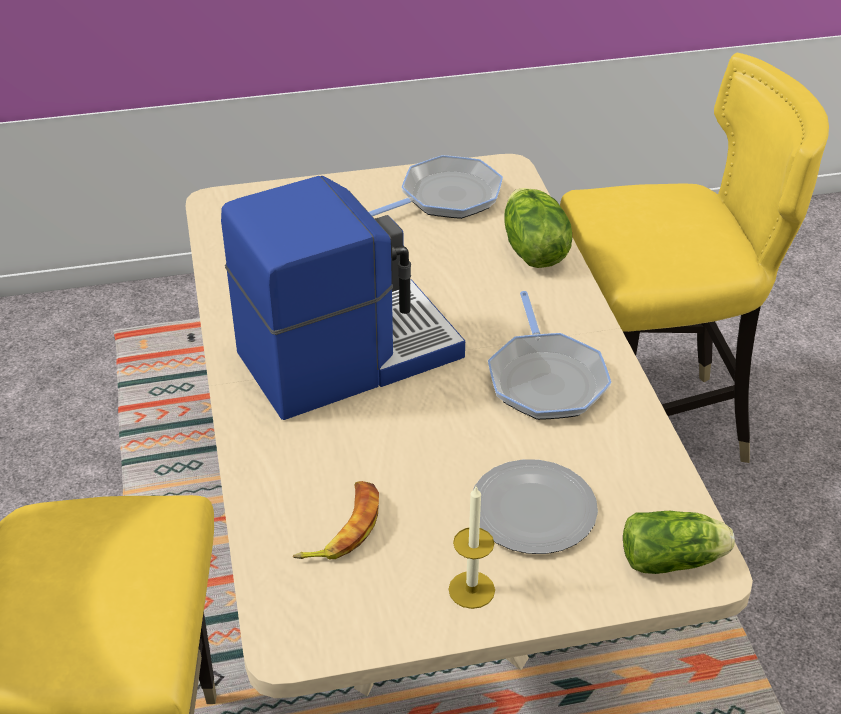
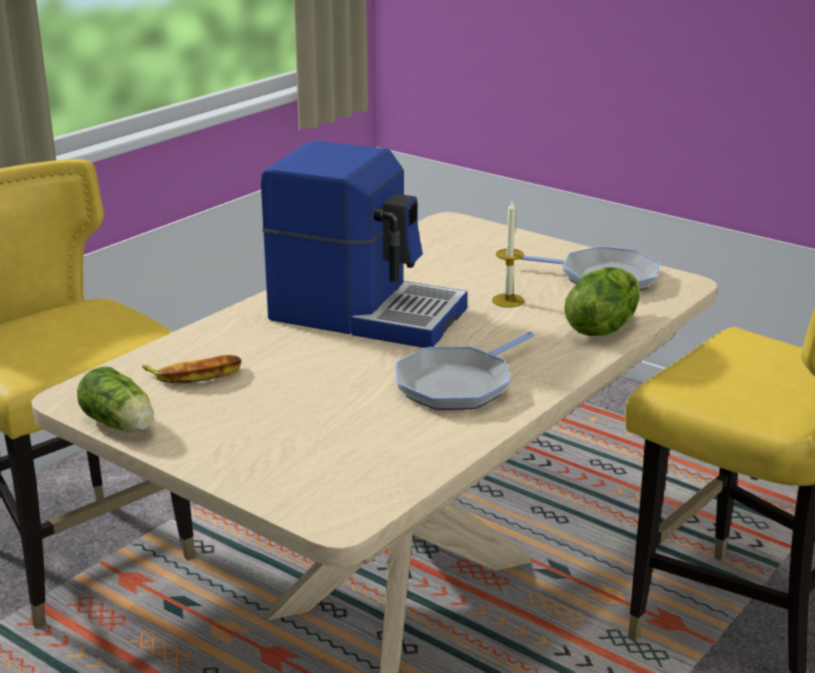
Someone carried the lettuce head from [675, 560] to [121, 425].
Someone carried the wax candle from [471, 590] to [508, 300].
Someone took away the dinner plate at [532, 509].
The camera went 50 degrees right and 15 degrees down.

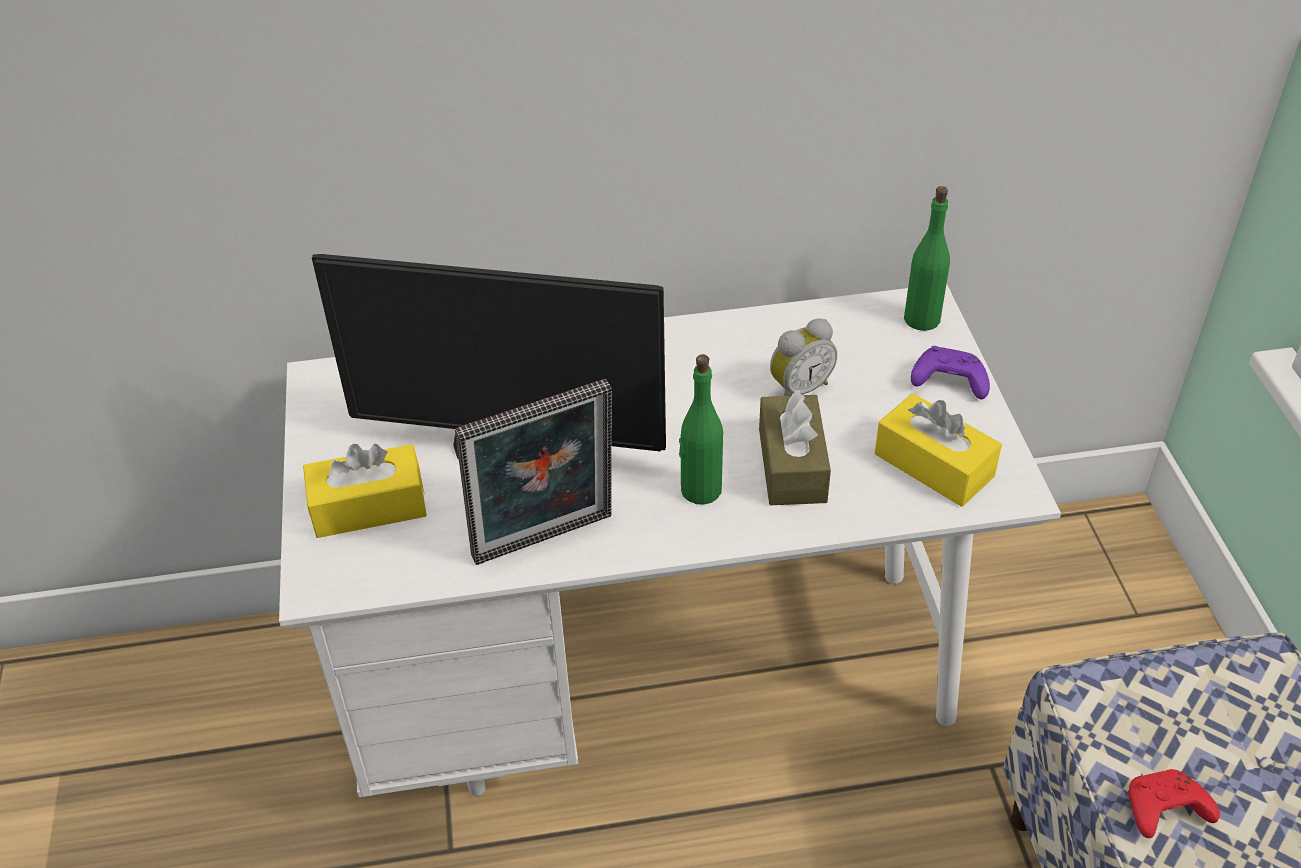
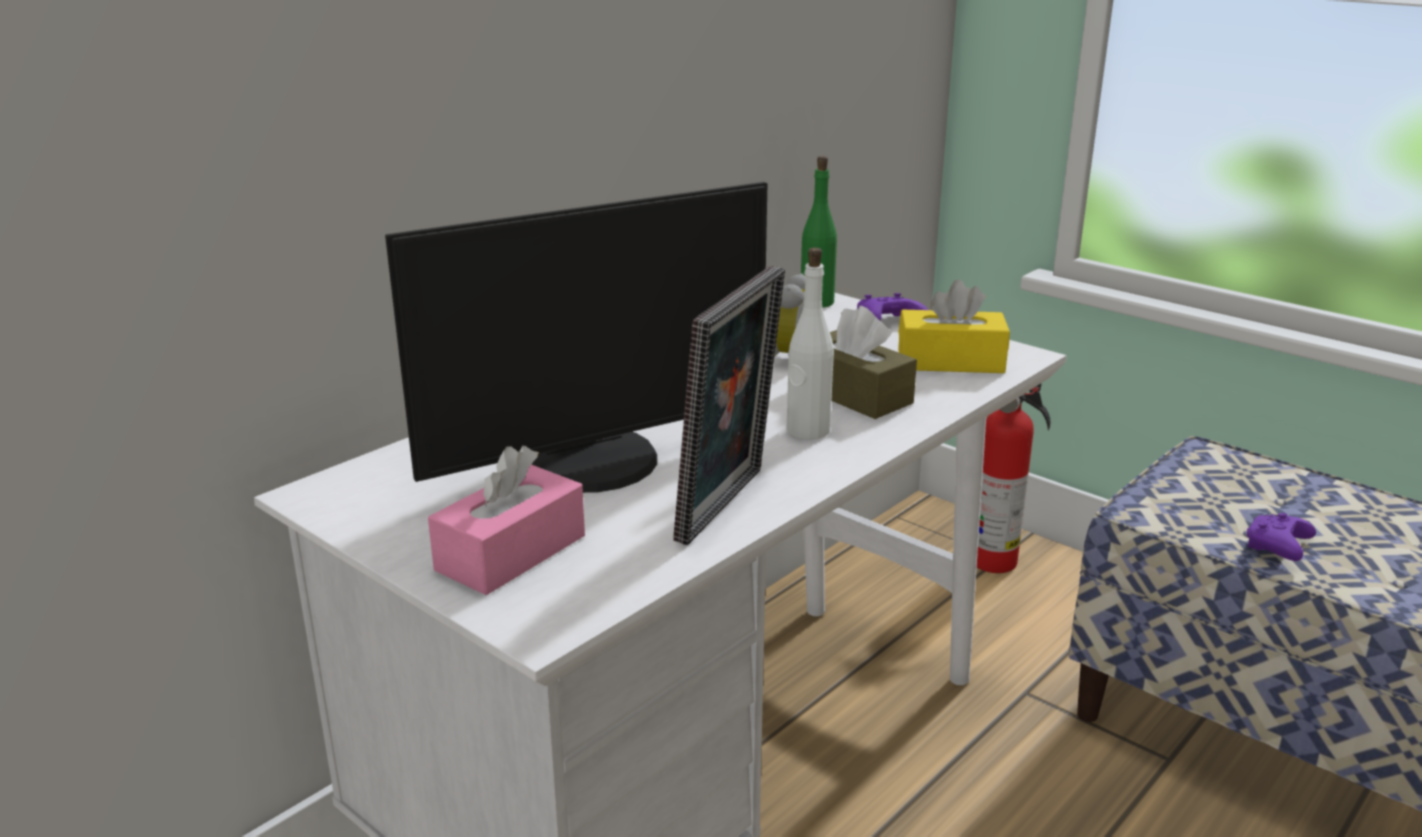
Someone repainted the yellow box of tissues at [369, 507], which became the pink-coloured box of tissues at [511, 553].
Someone repainted the greenish bottle at [700, 490], which became the white bottle at [807, 431].
Someone put down the fire extinguisher at [997, 561].
Someone repainted the red-coloured gamepad at [1163, 811], which became the purplish gamepad at [1277, 548].
The camera went 40 degrees left and 20 degrees down.

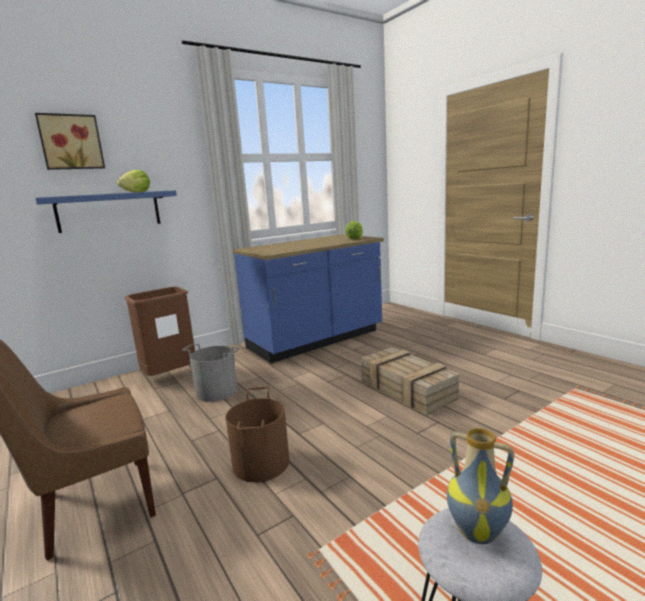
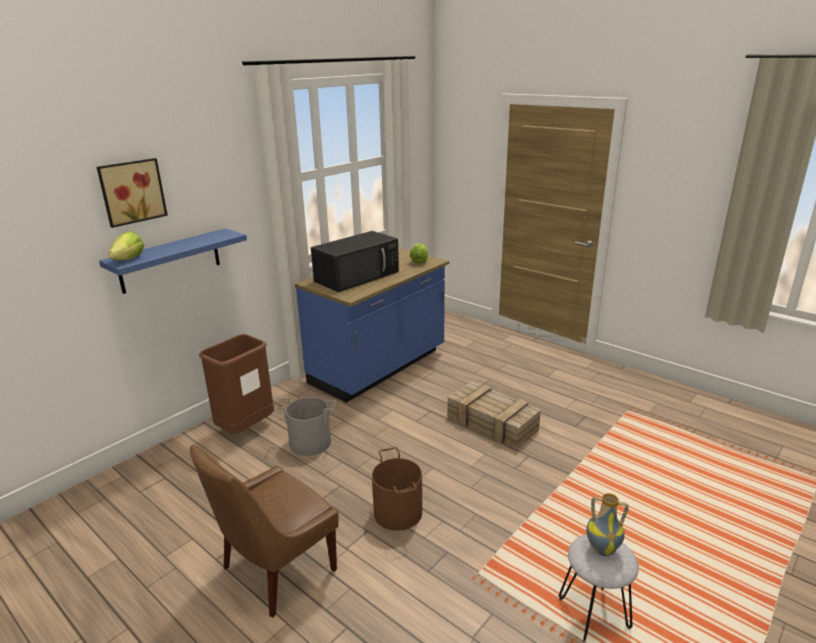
Someone carried the lettuce head from [136, 192] to [129, 259].
Someone put down the blackish microwave at [357, 276].
The camera went 15 degrees left and 10 degrees up.

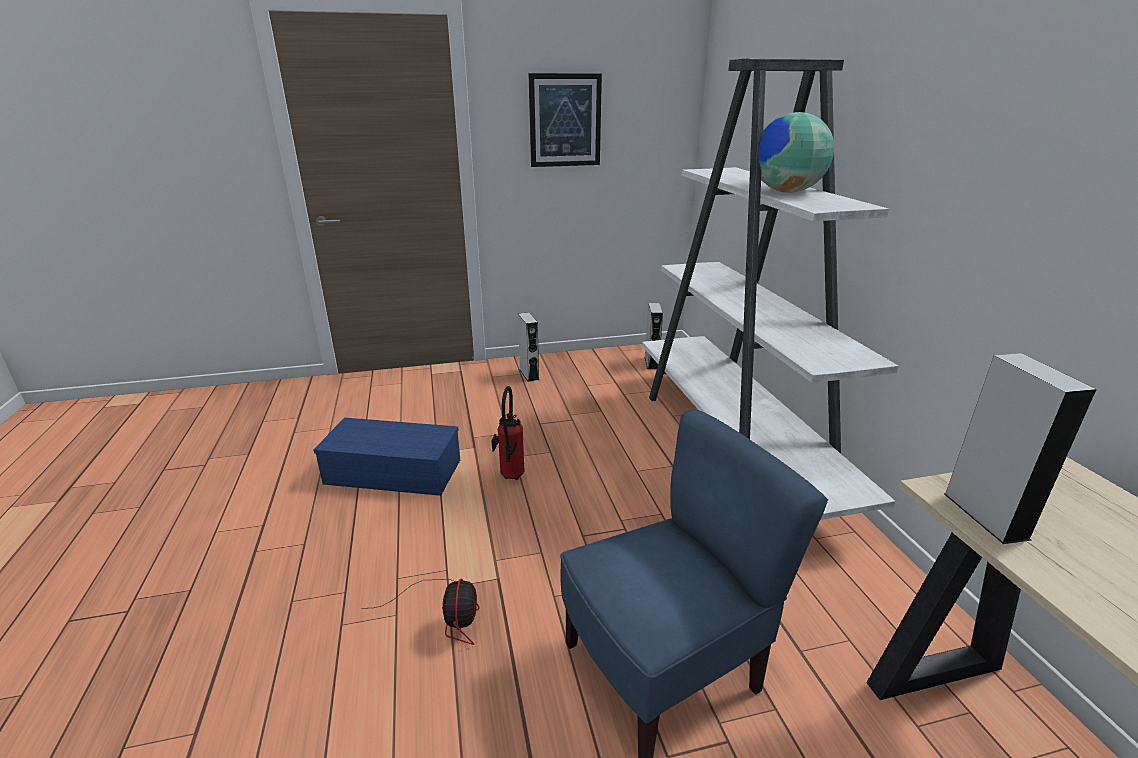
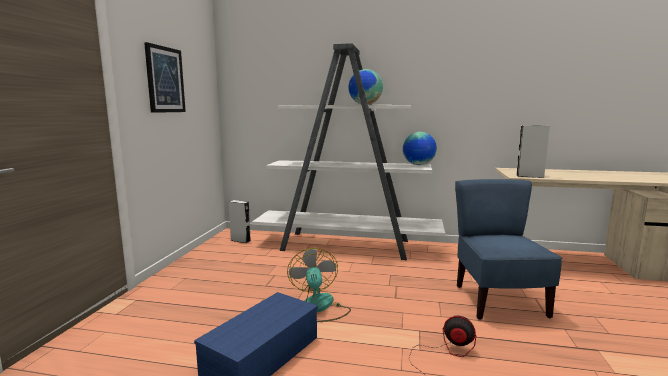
Someone swapped the fire extinguisher at [510, 478] for the electric fan at [320, 308].
Someone put down the world globe at [419, 165].
Someone took away the grey speaker at [529, 374].
The camera went 65 degrees left and 15 degrees down.

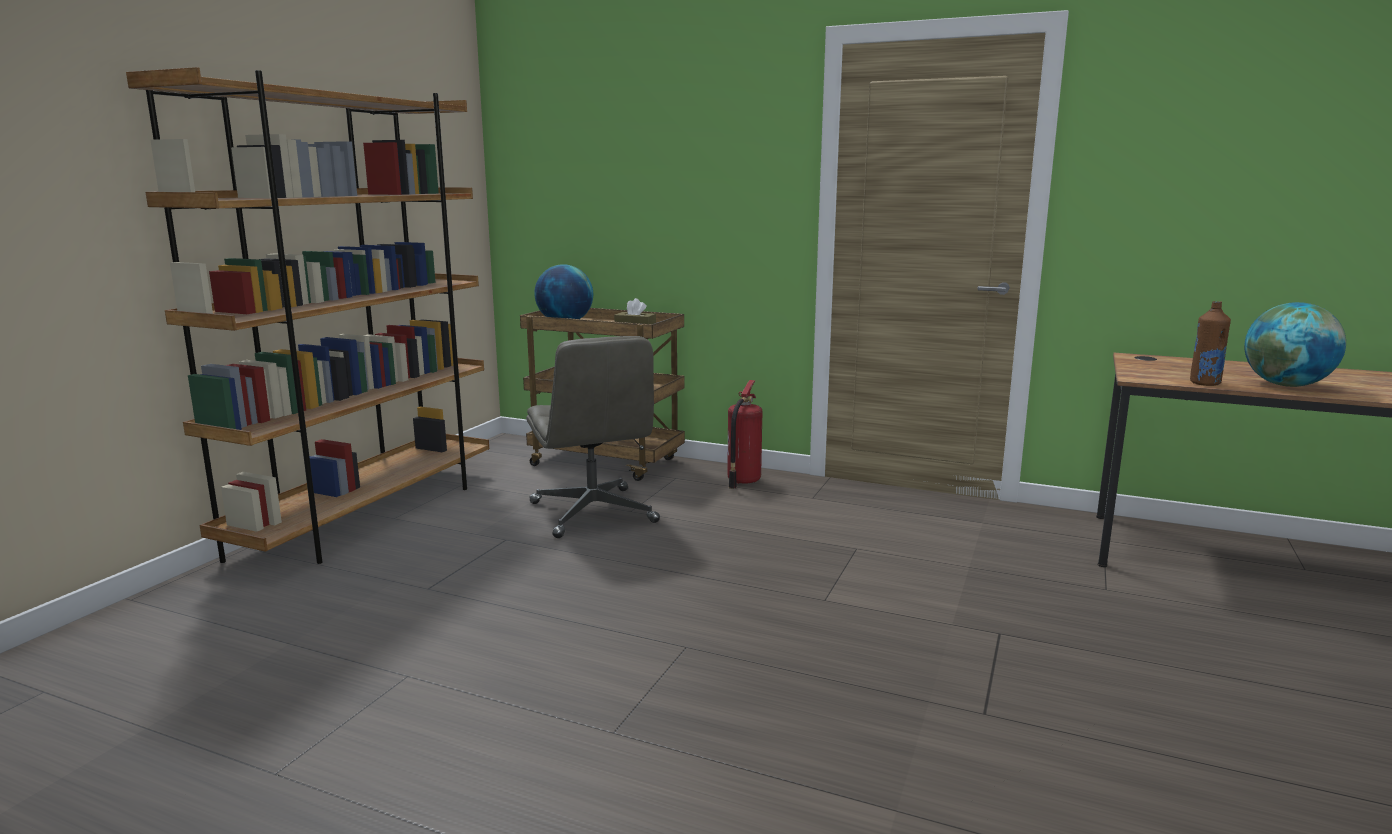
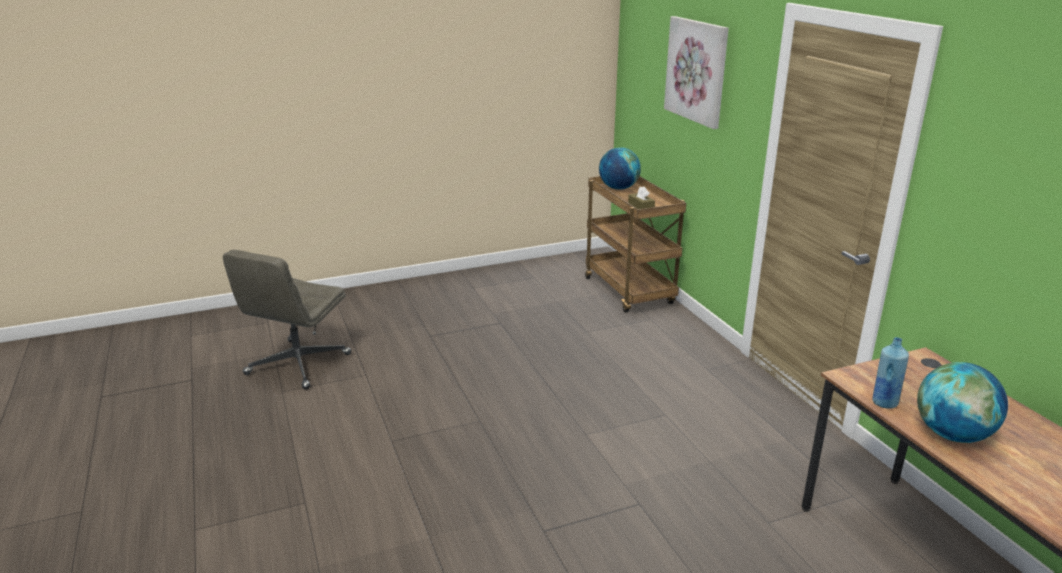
Someone carried the grey desk chair from [594, 513] to [298, 365].
Someone put up the wall picture at [697, 71].
Someone repainted the brownish bottle at [1204, 383], which became the bluish bottle at [884, 402].
Someone took away the brownish bookshelf at [368, 515].
Someone took away the fire extinguisher at [742, 481].
The camera went 45 degrees right and 10 degrees up.

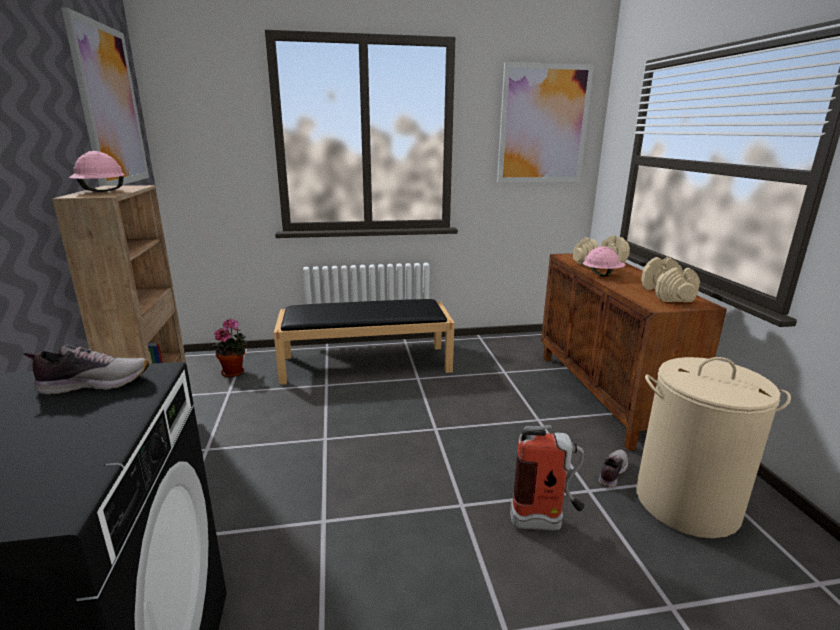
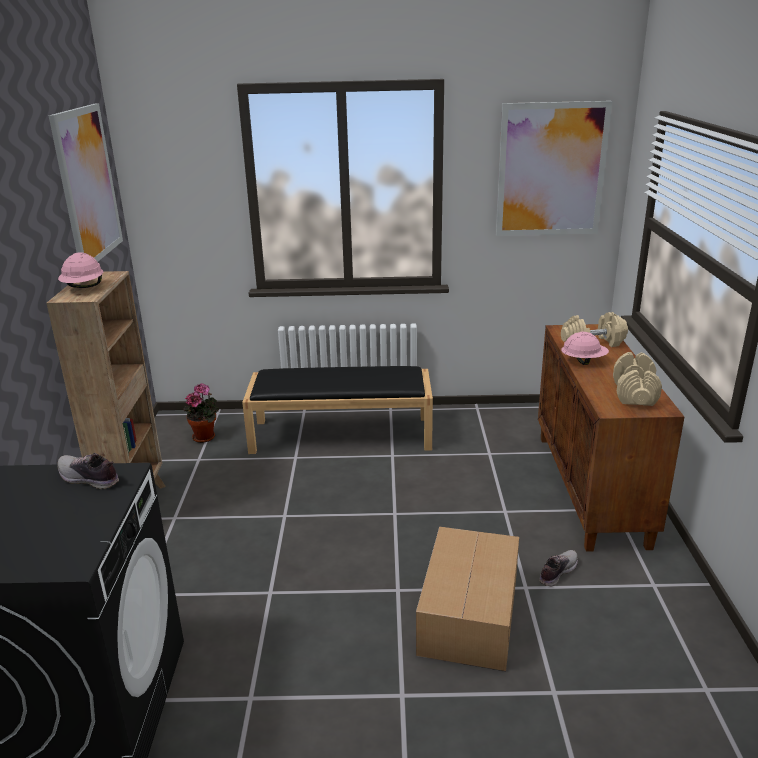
Someone rotated the shoe at [95, 383] by 150 degrees counterclockwise.
Someone swapped the fire extinguisher at [545, 523] for the packing box at [470, 613].
Someone took away the beige-coloured washing basket at [686, 503].
The camera went 10 degrees right and 5 degrees up.

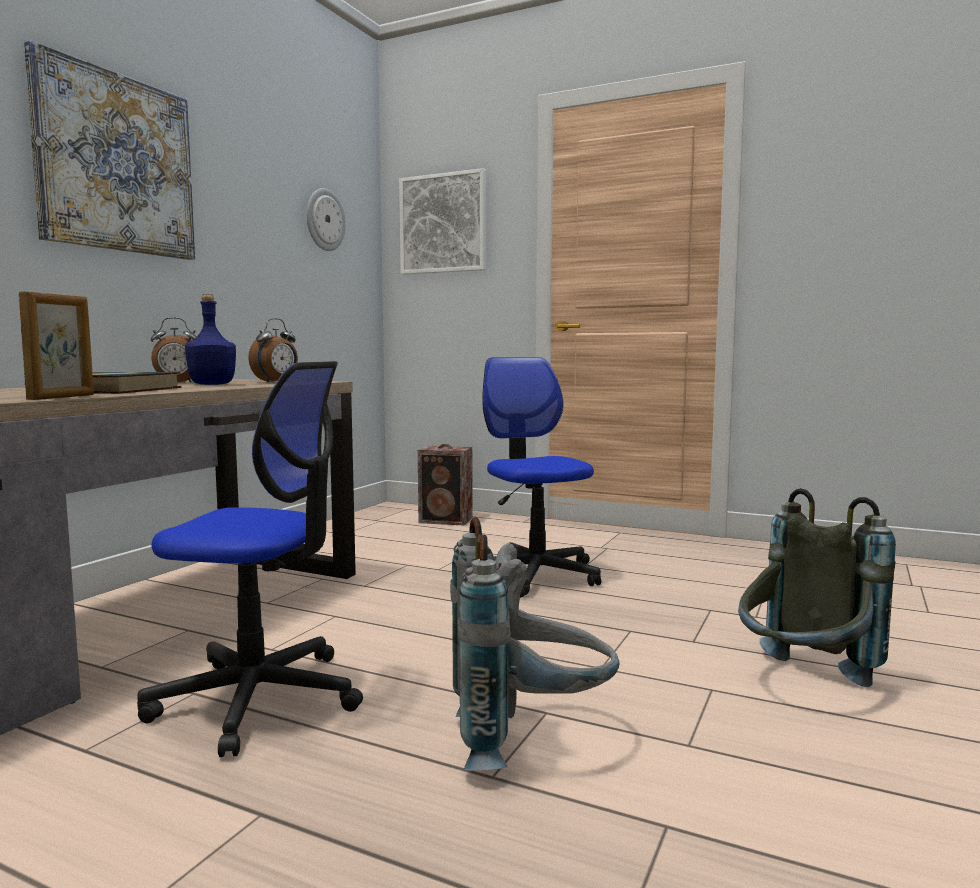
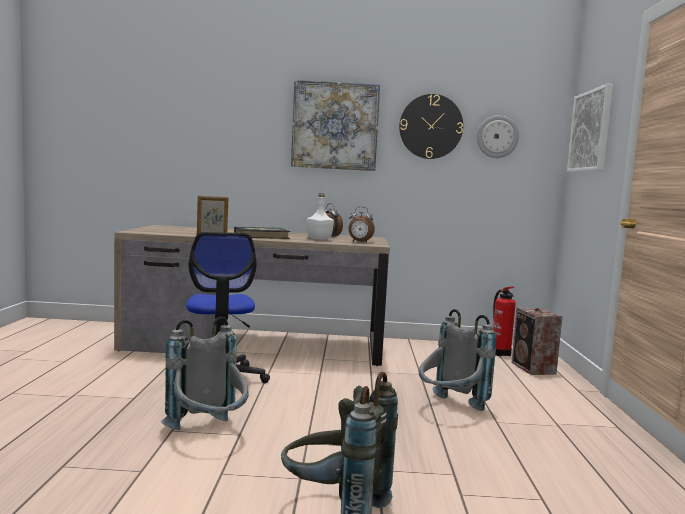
Someone repainted the bluish bottle at [212, 384], which became the white bottle at [319, 239].
Someone put up the wall clock at [430, 126].
Someone swapped the desk chair at [535, 575] for the grey backpack at [450, 409].
Someone put down the fire extinguisher at [500, 352].
The camera went 65 degrees right and 0 degrees up.

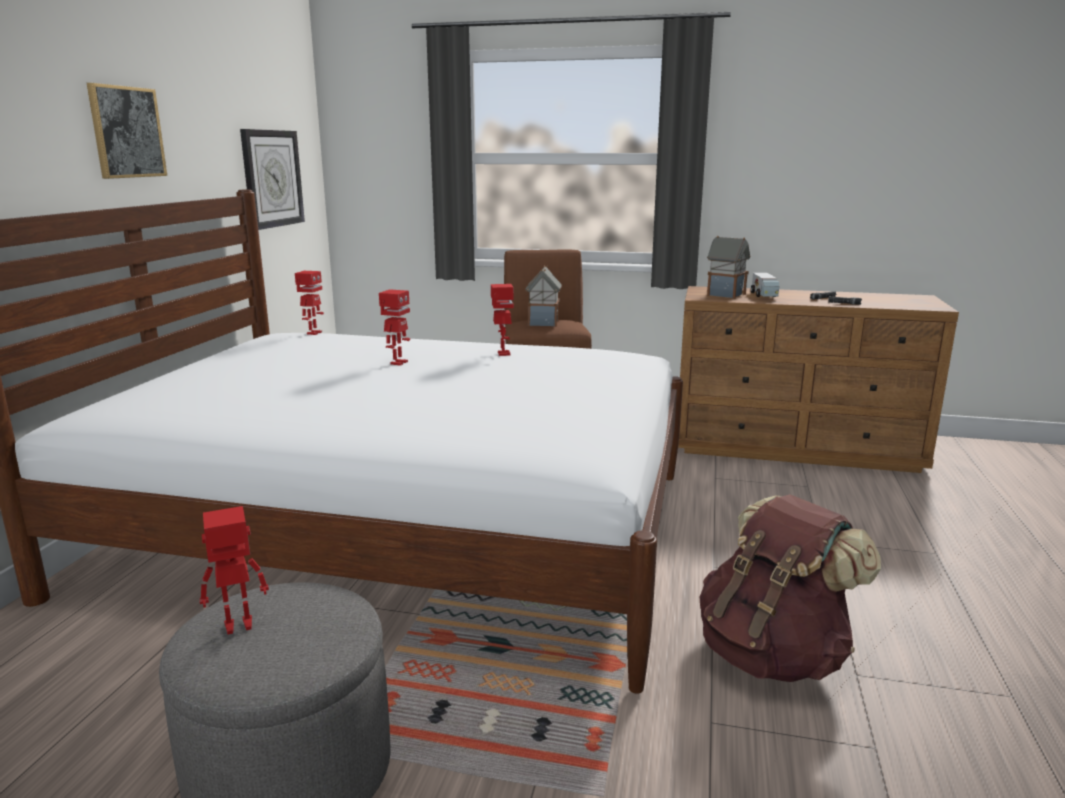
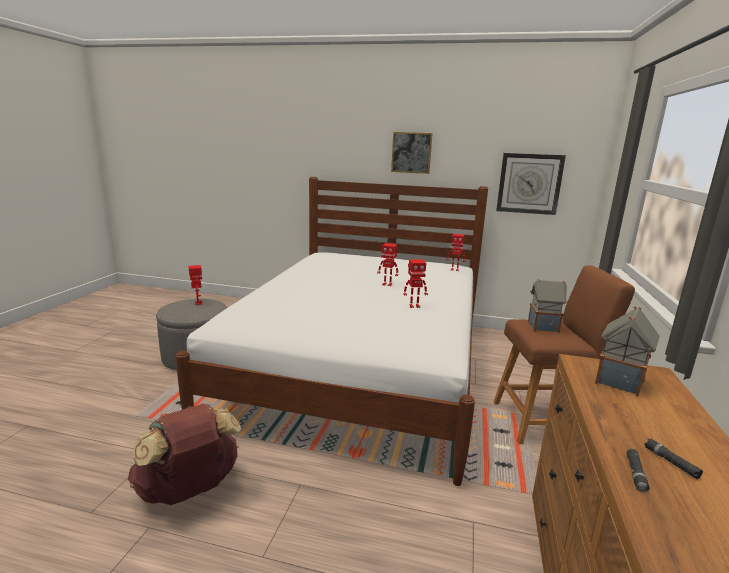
Someone took away the model truck at [764, 295].
The camera went 90 degrees right and 0 degrees up.

